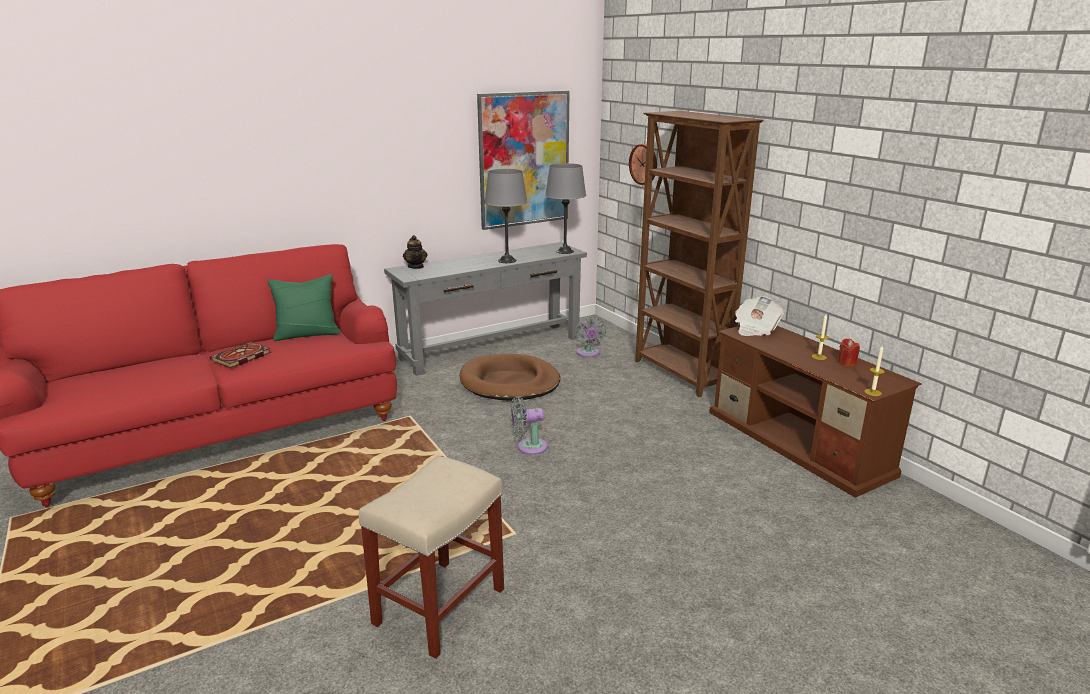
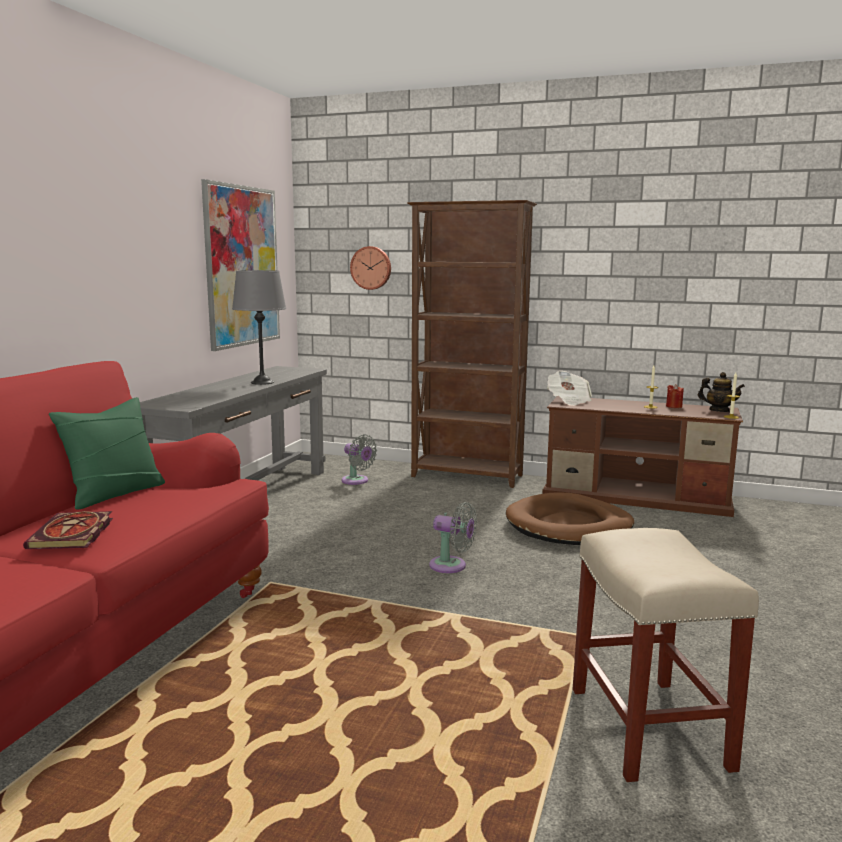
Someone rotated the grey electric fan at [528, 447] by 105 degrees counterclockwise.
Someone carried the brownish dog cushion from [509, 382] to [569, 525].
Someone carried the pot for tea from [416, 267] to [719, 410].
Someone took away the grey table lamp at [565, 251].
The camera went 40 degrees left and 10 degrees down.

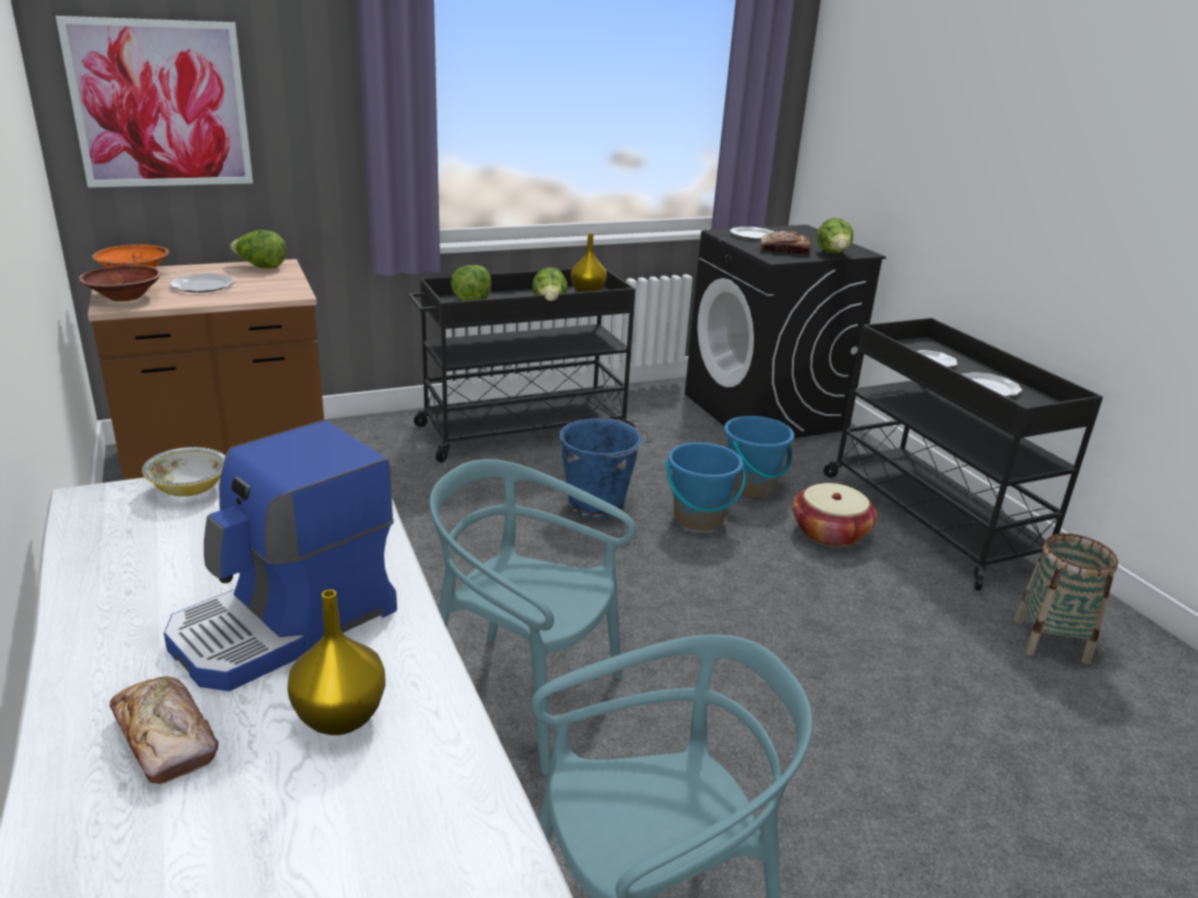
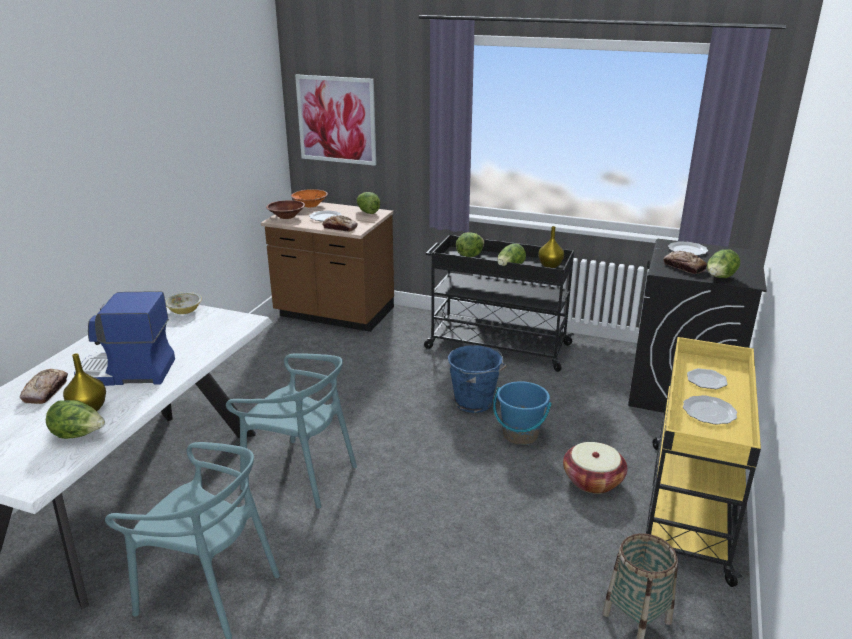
Someone put down the lettuce head at [79, 435].
Someone rotated the blue-green plain chair at [523, 697] by 135 degrees clockwise.
Someone put down the baked bread at [340, 228].
Someone repainted the blackish cart at [930, 518], which became the yellow cart at [688, 506].
Someone took away the bluish bucket at [751, 487].
The camera went 45 degrees right and 0 degrees up.

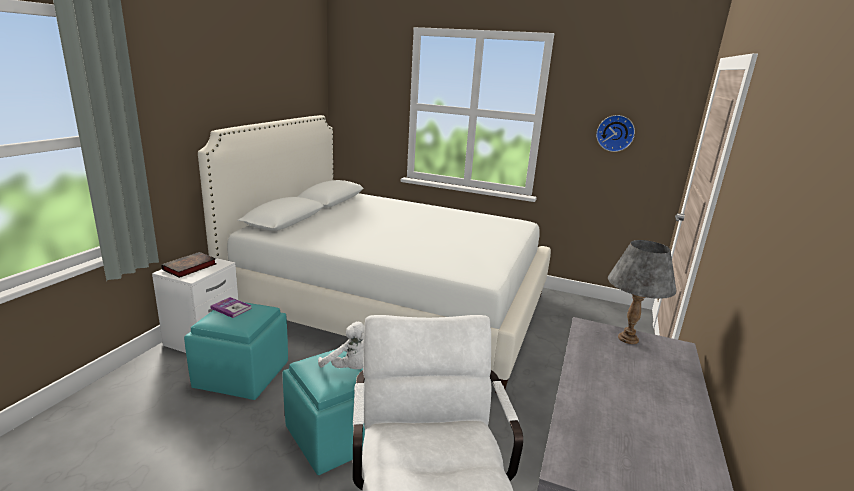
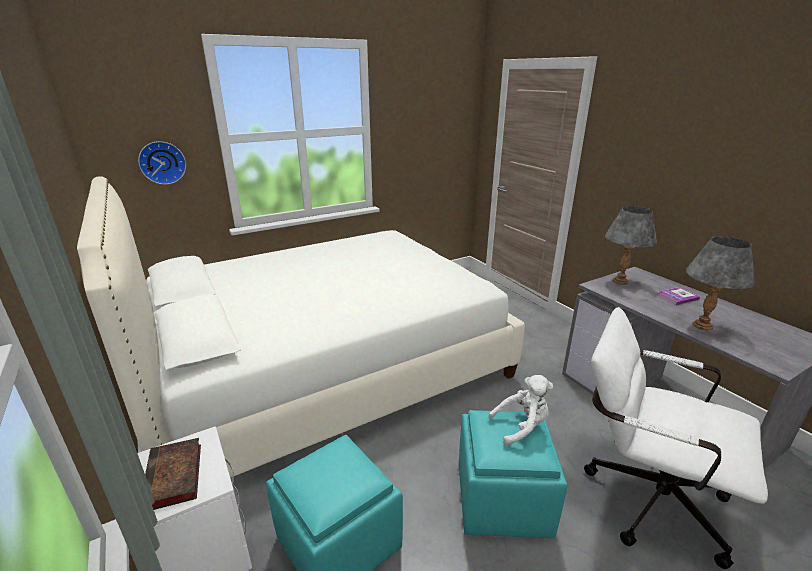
Someone carried the wall clock from [615, 133] to [162, 162].
Someone carried the book from [231, 308] to [677, 297].
Someone put down the grey table lamp at [702, 326].
The camera went 50 degrees left and 5 degrees up.

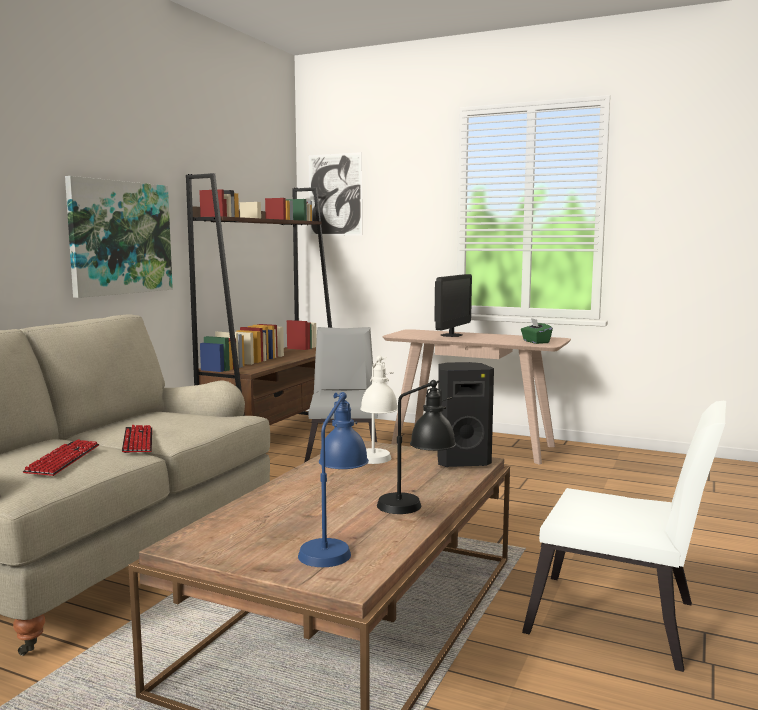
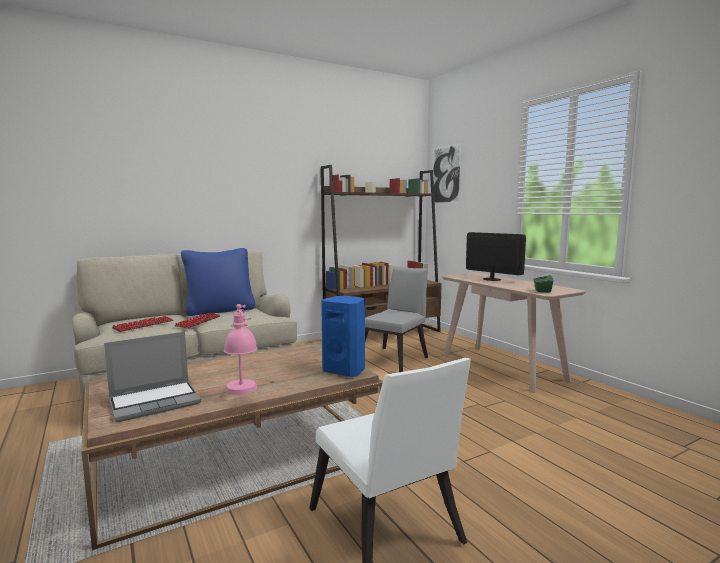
Someone swapped the bluish table lamp at [334, 546] for the notebook computer at [156, 402].
Someone put down the bluish cushion at [220, 310].
Someone repainted the blackish table lamp at [416, 510], which became the pink-coloured table lamp at [242, 394].
Someone repainted the blackish speaker at [461, 461], which became the bluish speaker at [345, 370].
Someone rotated the computer screen at [451, 335] by 105 degrees counterclockwise.
Someone took away the wall picture at [120, 237].
Someone took away the white table lamp at [376, 463].
The camera went 35 degrees right and 0 degrees up.

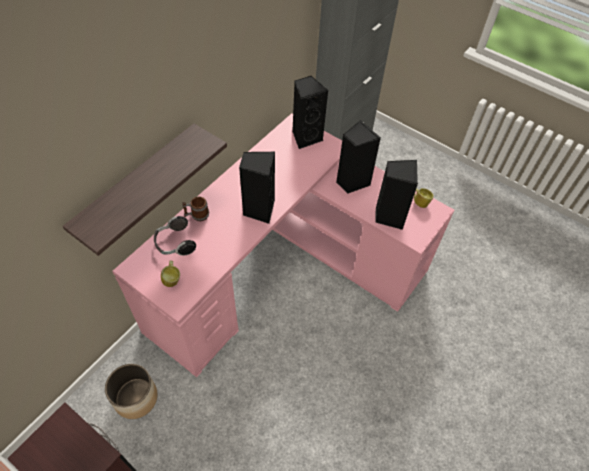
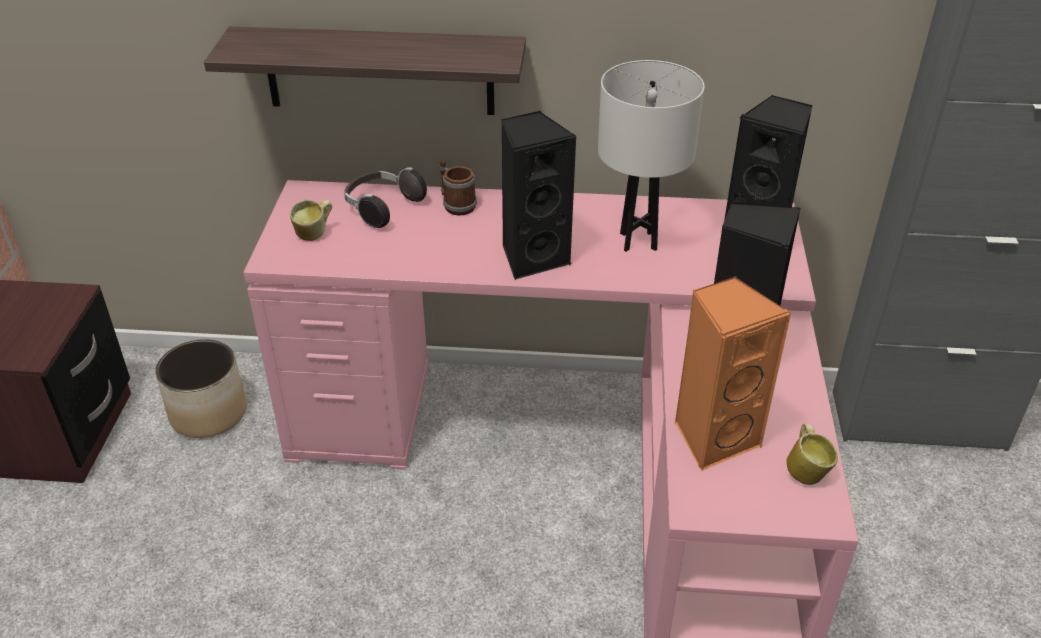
Someone put down the white table lamp at [638, 241].
Someone repainted the blackish speaker at [389, 216], which became the orange-coloured speaker at [714, 437].
The camera went 60 degrees right and 15 degrees down.

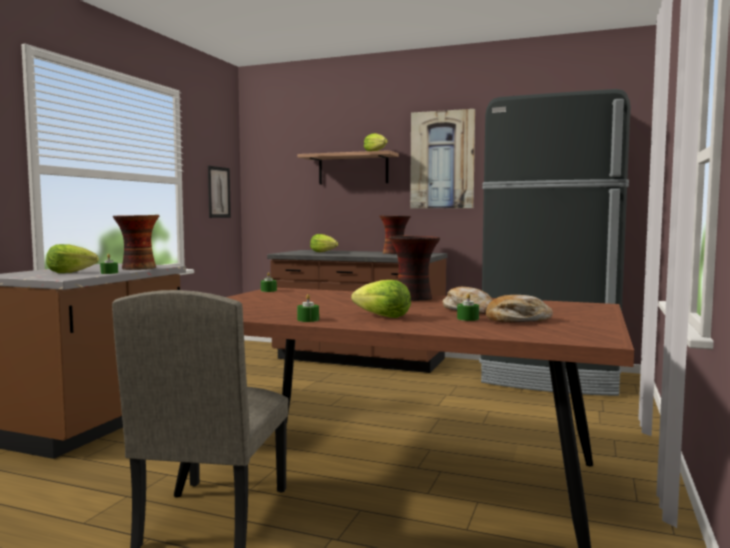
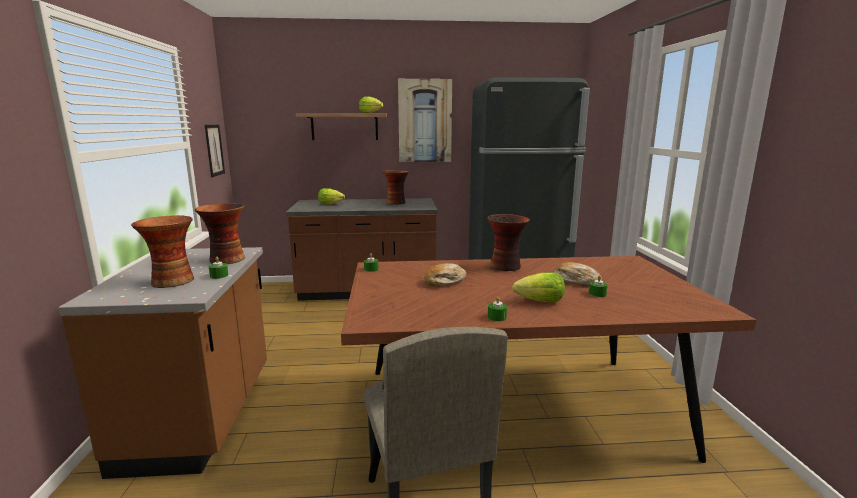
Someone swapped the lettuce head at [70, 273] for the flower vase at [171, 281].
Someone carried the baked bread from [517, 320] to [444, 281].
The camera went 25 degrees left and 10 degrees up.

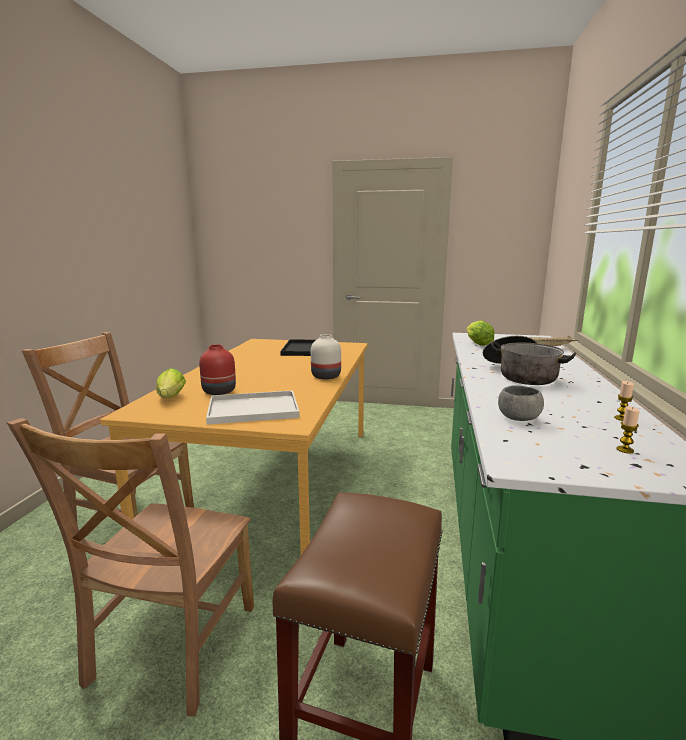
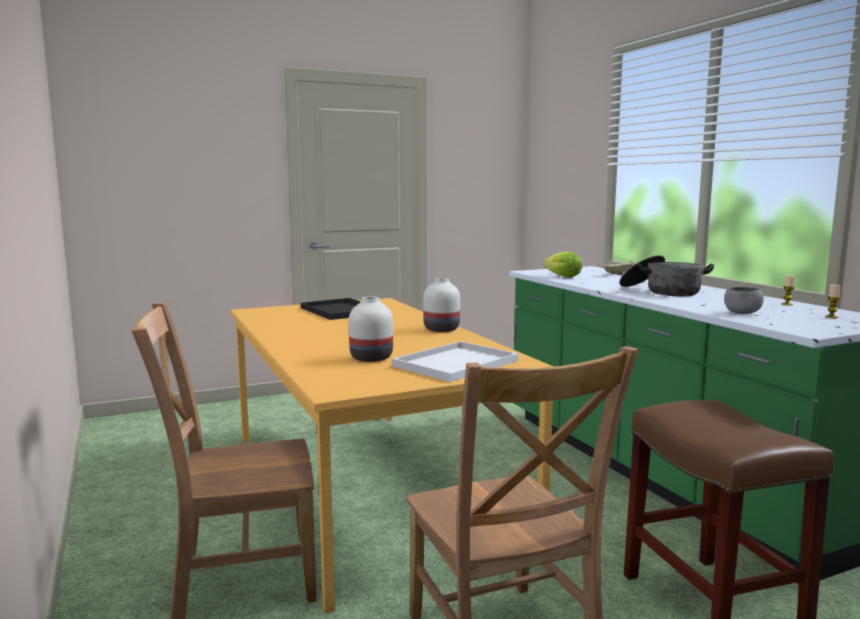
Someone repainted the red-coloured flower vase at [219, 391], which became the white flower vase at [371, 358].
Someone took away the lettuce head at [170, 398].
The camera went 35 degrees left and 5 degrees down.

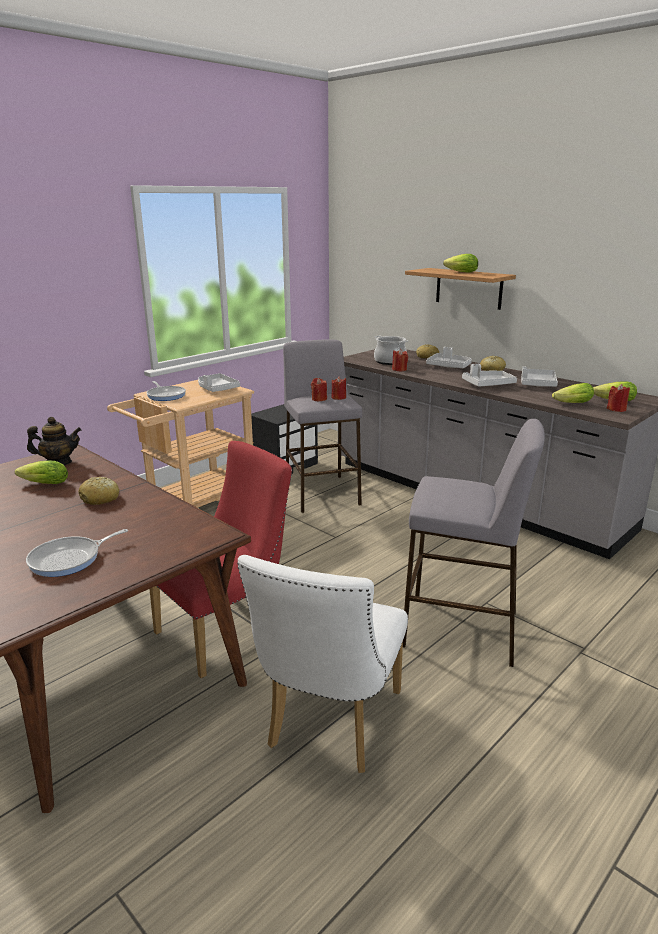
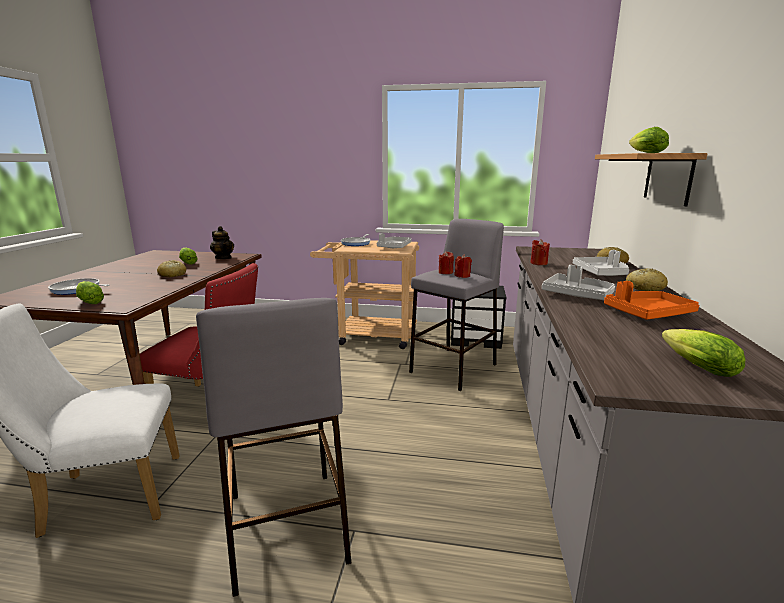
Someone carried the lettuce head from [570, 404] to [90, 302].
Someone repainted the grey serving tray at [537, 384], which became the orange-coloured serving tray at [647, 314].
Someone took away the cooking pot at [390, 361].
Someone took away the red-coloured wax candle at [616, 409].
The camera went 55 degrees right and 5 degrees down.

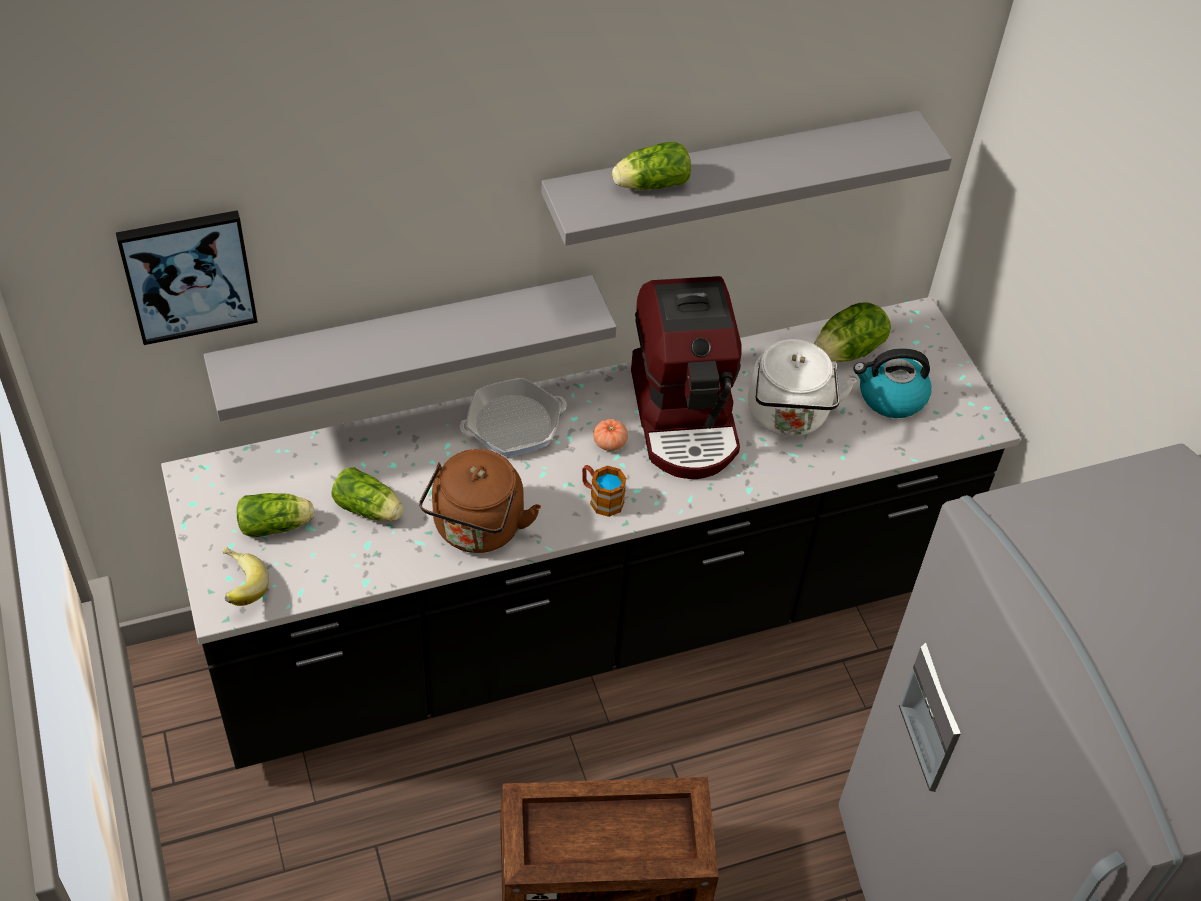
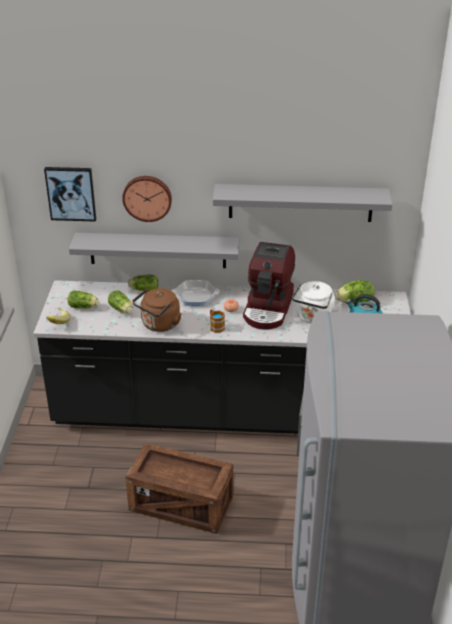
Someone put up the wall clock at [147, 197].
Someone carried the lettuce head from [649, 184] to [143, 289].
The camera went 25 degrees right and 15 degrees down.

